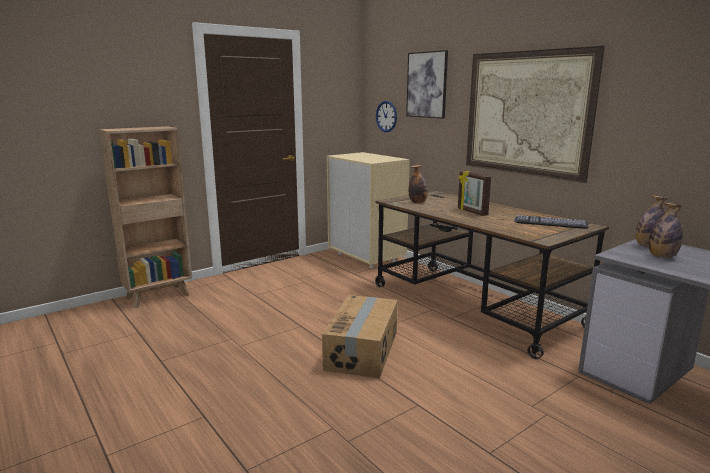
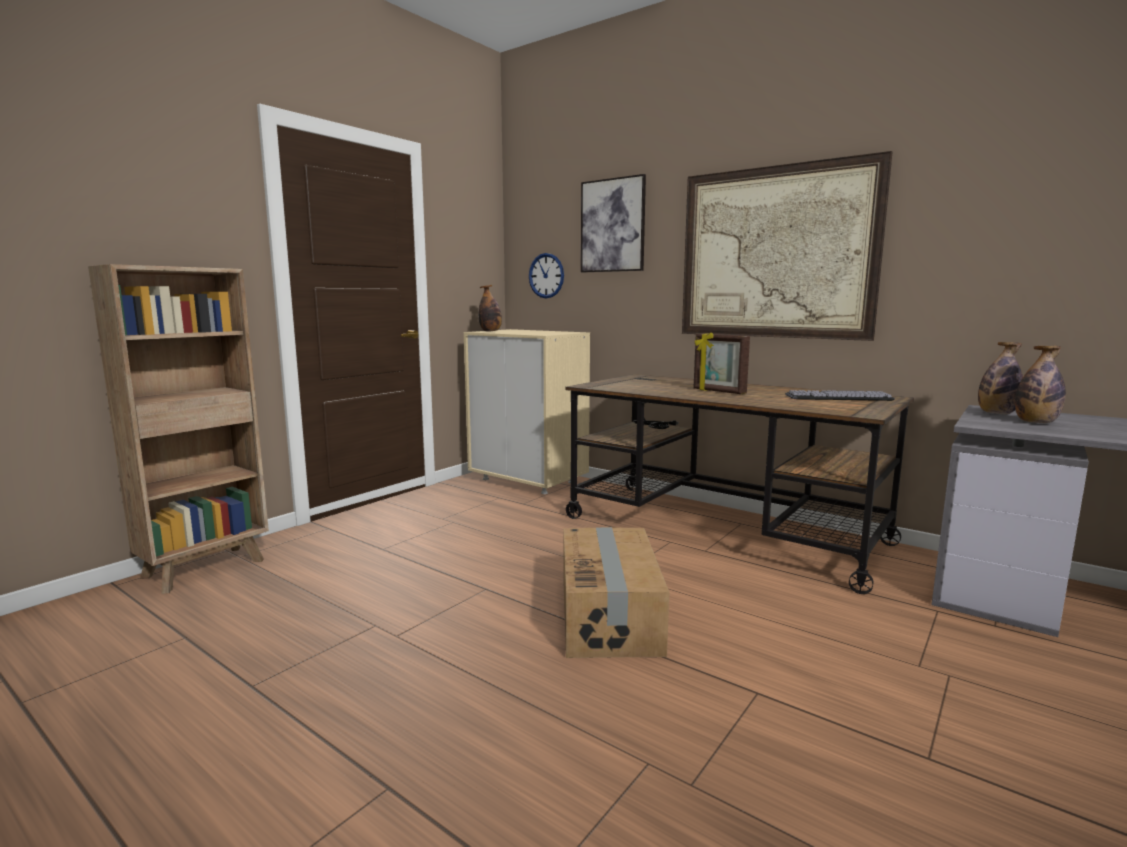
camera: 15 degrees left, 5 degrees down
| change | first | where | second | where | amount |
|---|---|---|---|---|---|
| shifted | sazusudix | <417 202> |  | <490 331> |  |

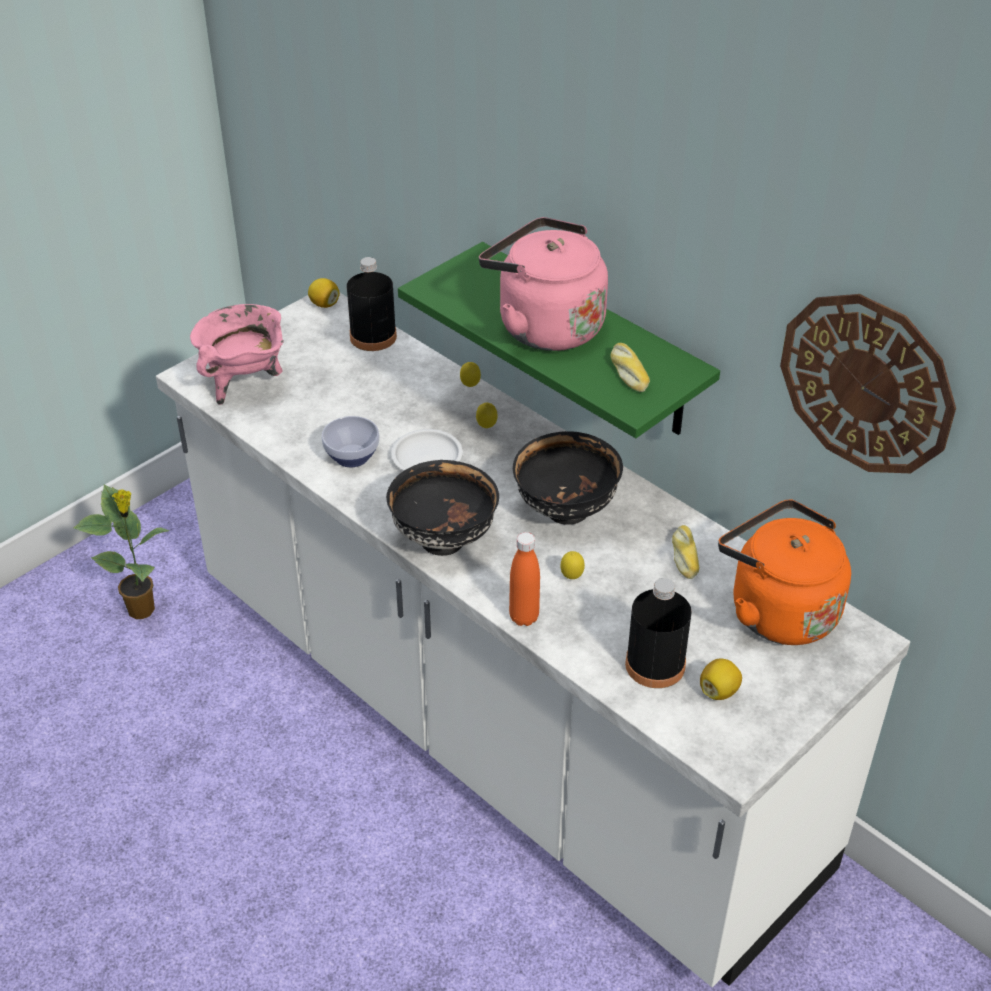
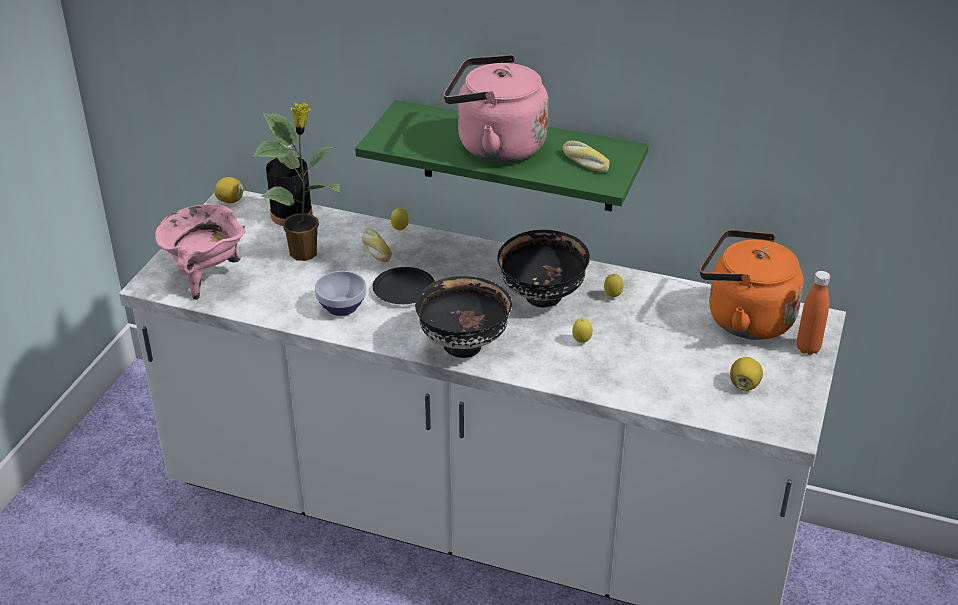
camera: 25 degrees left, 5 degrees down
| change | first | where | second | where | amount |
|---|---|---|---|---|---|
| gone | black sazusudix | <655 665> |  |  |  |
| gone | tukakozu | <866 383> |  |  |  |
| shifted | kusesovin | <143 610> |  | <306 253> |  |
| shifted | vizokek | <486 427> |  | <612 296> |  |
| shifted | orange sazusudix | <524 617> |  | <808 348> |  |
| shifted | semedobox | <683 556> |  | <375 250> |  |
| repainted | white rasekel | <426 457> | black rasekel | <404 290> |  |

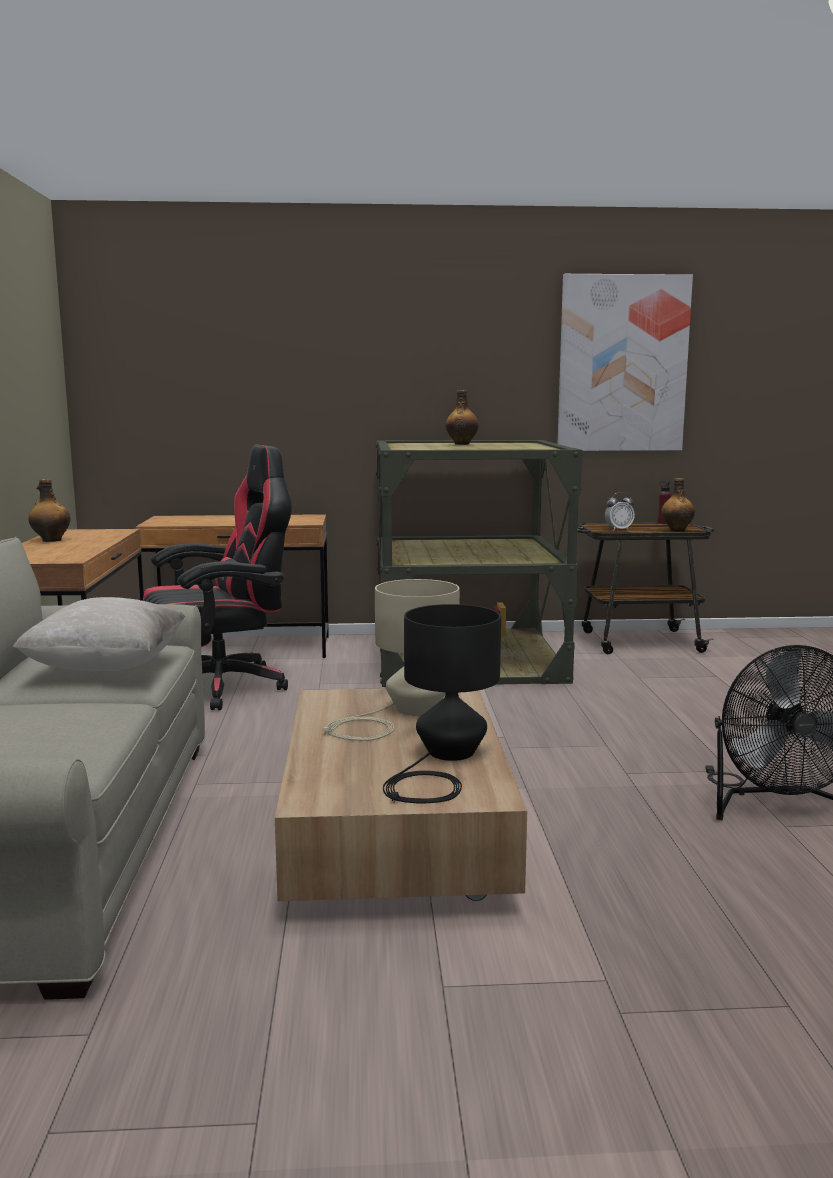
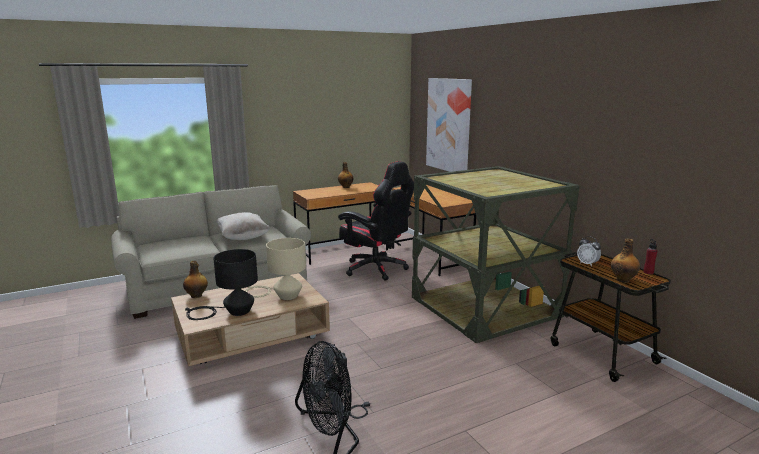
camera: 65 degrees right, 5 degrees up
| change | first | where | second | where | amount |
|---|---|---|---|---|---|
| shifted | sazusudix | <462 444> |  | <197 295> |  |
| shifted | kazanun | <622 364> |  | <449 125> |  |

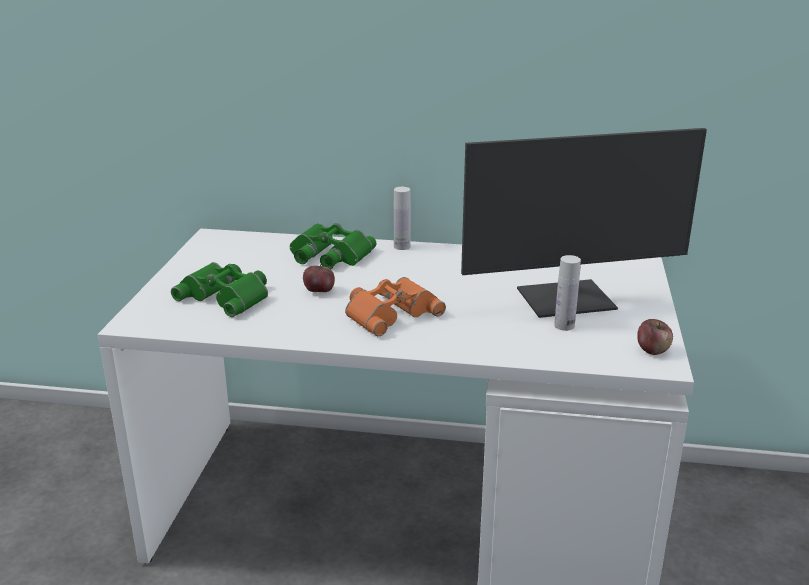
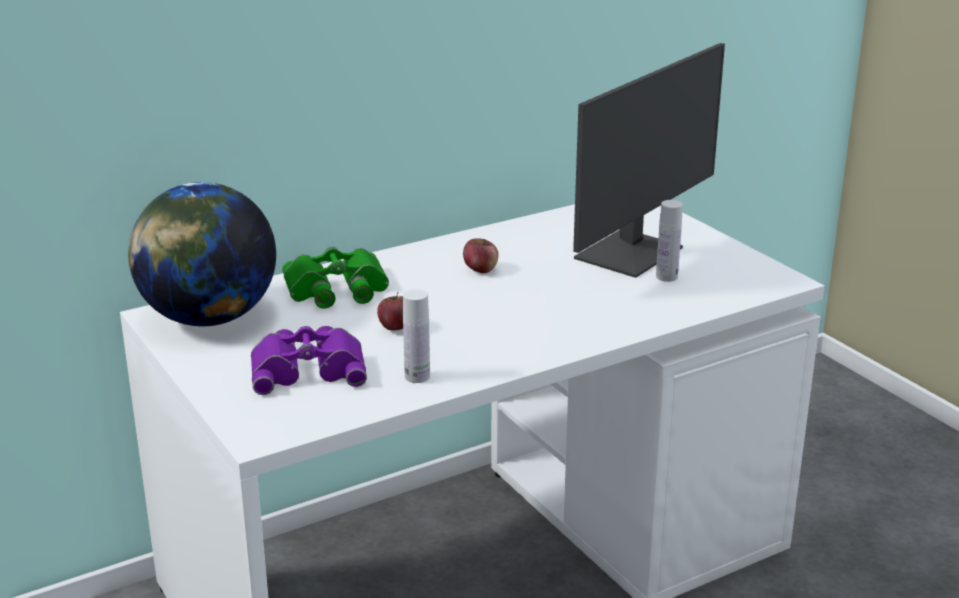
camera: 40 degrees left, 0 degrees up
| change | first | where | second | where | amount |
|---|---|---|---|---|---|
| gone | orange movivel | <390 312> |  |  |  |
| new |  |  | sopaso | <208 318> |  |
| shifted | white sazusudix | <402 246> |  | <417 376> |  |
| shifted | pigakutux | <652 350> |  | <481 270> |  |
| repainted | green movivel | <227 296> | purple movivel | <308 368> |  |

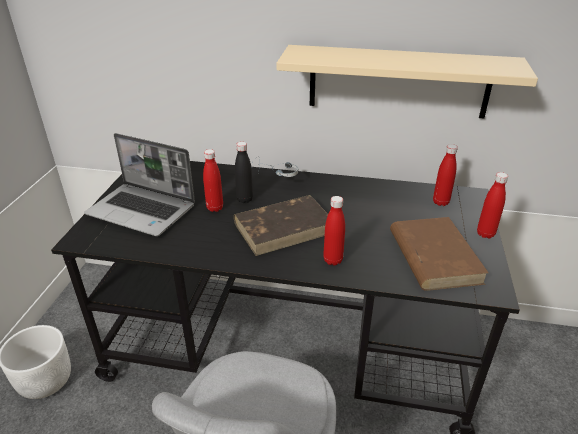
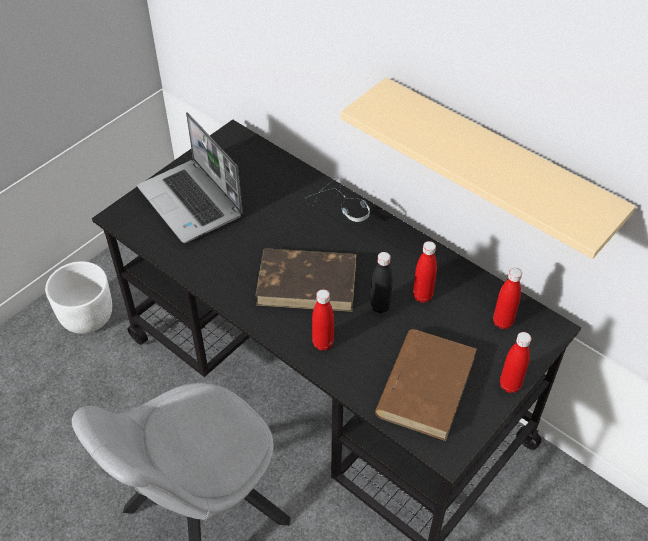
camera: 30 degrees right, 15 degrees up
| change | first | where | second | where | amount |
|---|---|---|---|---|---|
| shifted | red sazusudix | <215 208> |  | <422 296> |  |
| shifted | black sazusudix | <244 199> |  | <380 306> |  |

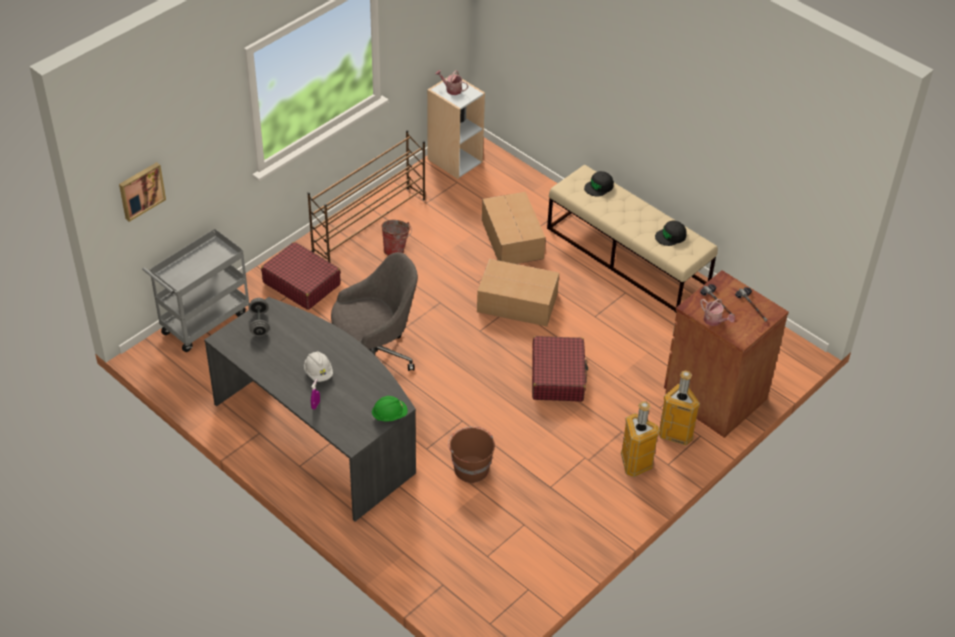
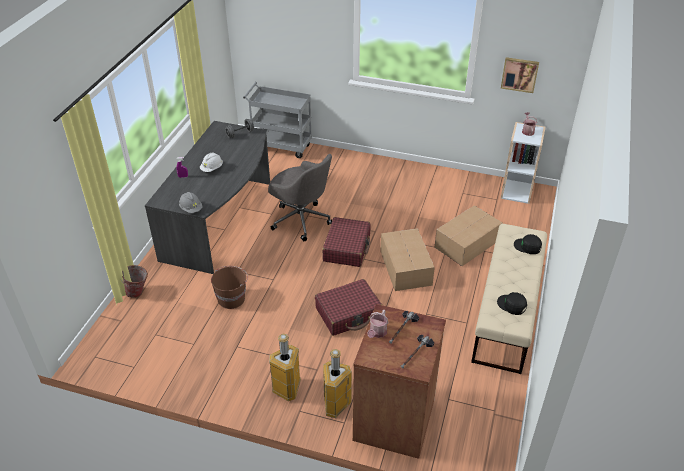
camera: 65 degrees right, 5 degrees down
| change | first | where | second | where | amount |
|---|---|---|---|---|---|
| gone | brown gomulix | <370 224> |  |  |  |
| shifted | kazanun | <141 190> |  | <519 74> |  |
| shifted | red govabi | <301 283> |  | <347 248> |  |
| shifted | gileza | <396 250> |  | <138 293> |  |
| repainted | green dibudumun | <389 415> | grey dibudumun | <191 208> |  |

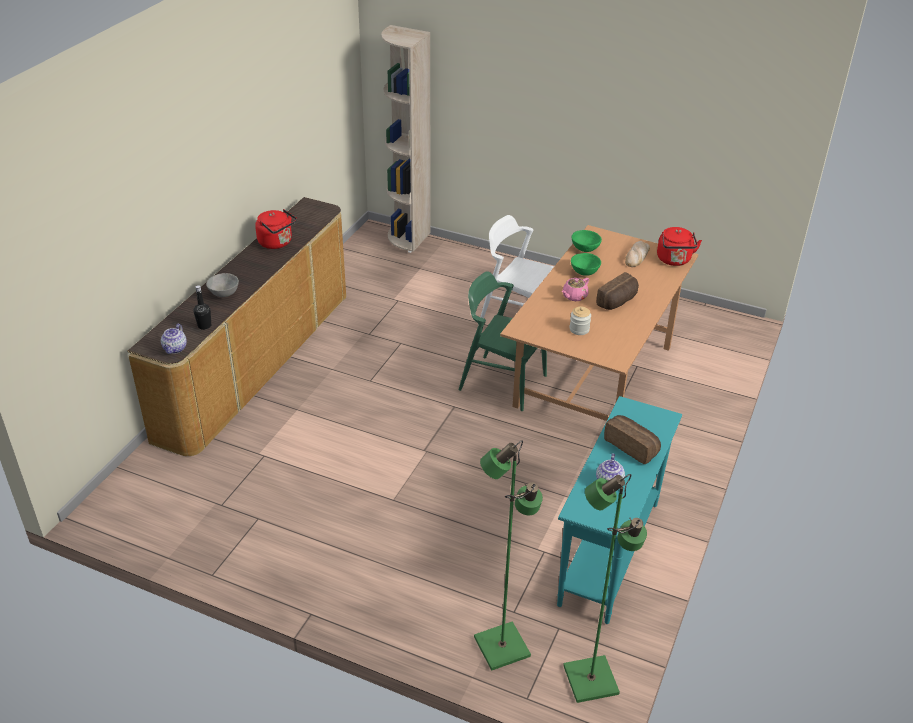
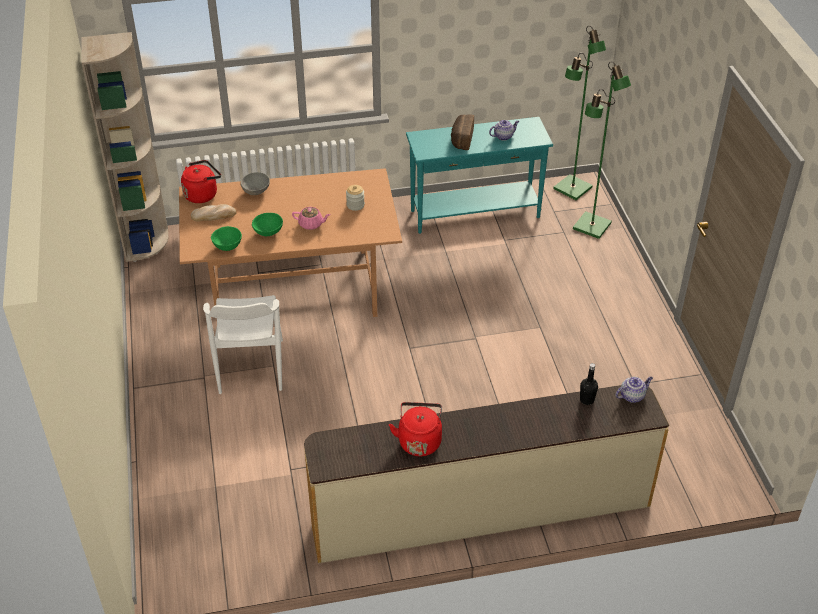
camera: 125 degrees left, 5 degrees up
| change | first | where | second | where | amount |
|---|---|---|---|---|---|
| gone | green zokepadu | <502 382> |  |  |  |
| gone | semedobox | <618 301> |  |  |  |
| shifted | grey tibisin | <223 294> |  | <256 192> |  |
| shifted | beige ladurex | <406 242> |  | <146 249> |  |

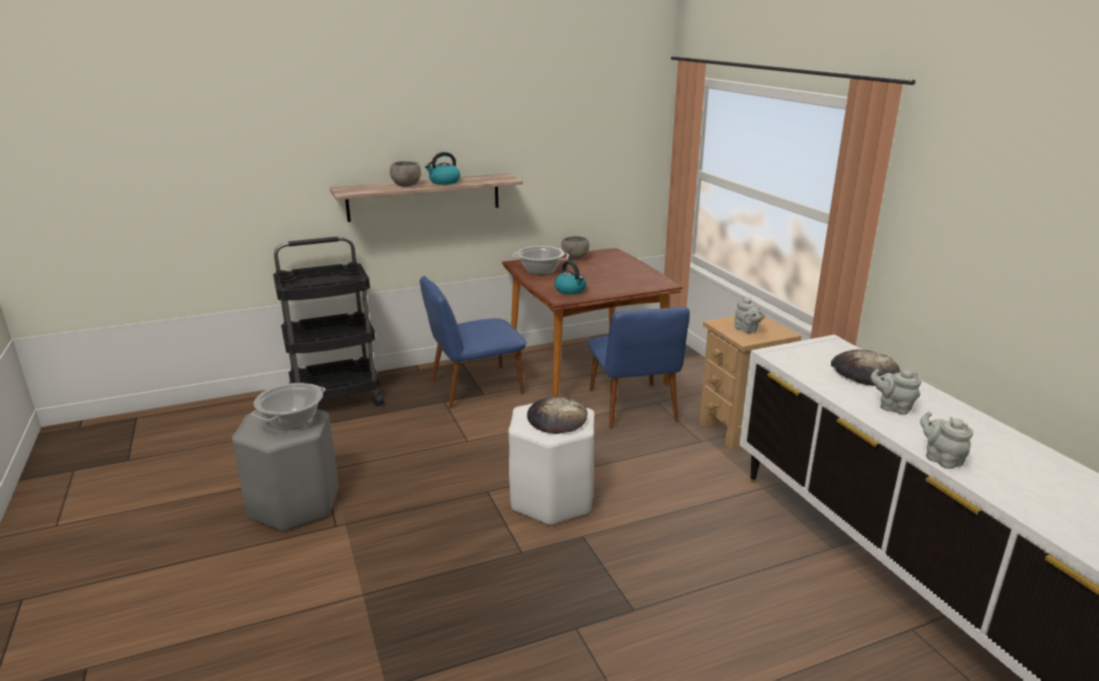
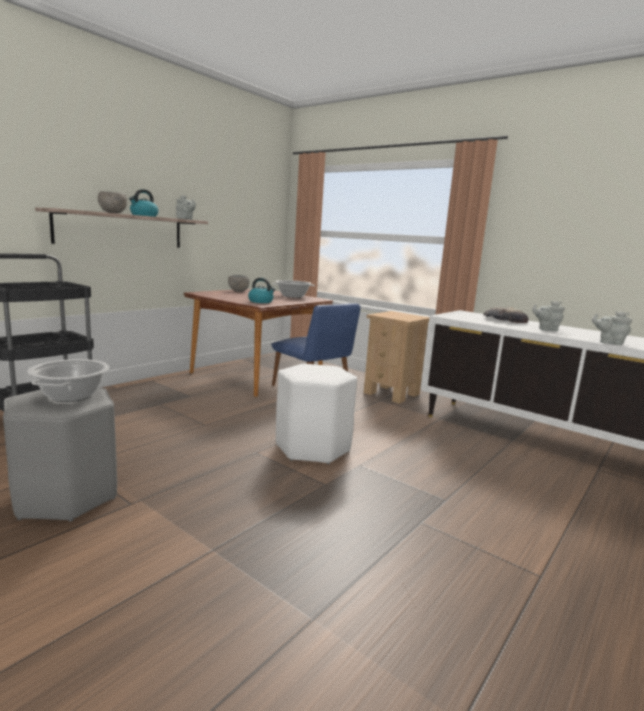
camera: 30 degrees left, 10 degrees down
| change | first | where | second | where | amount |
|---|---|---|---|---|---|
| gone | blue zokepadu | <476 386> |  |  |  |
| gone | semedobox | <557 419> |  |  |  |
| shifted | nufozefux | <540 271> |  | <292 296> |  |
| shifted | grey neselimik | <747 330> |  | <185 219> |  |

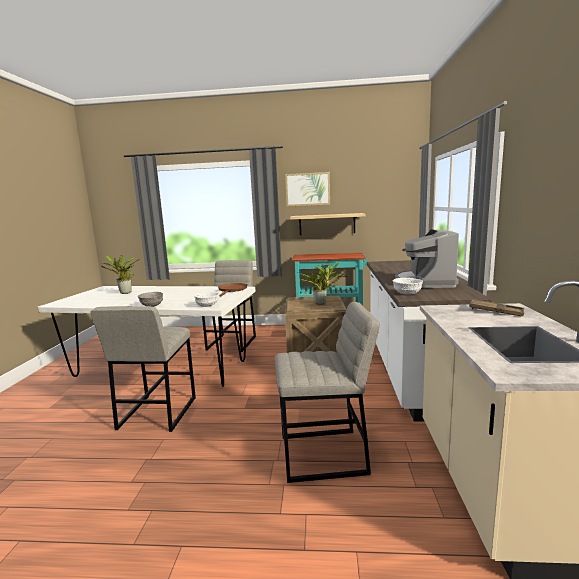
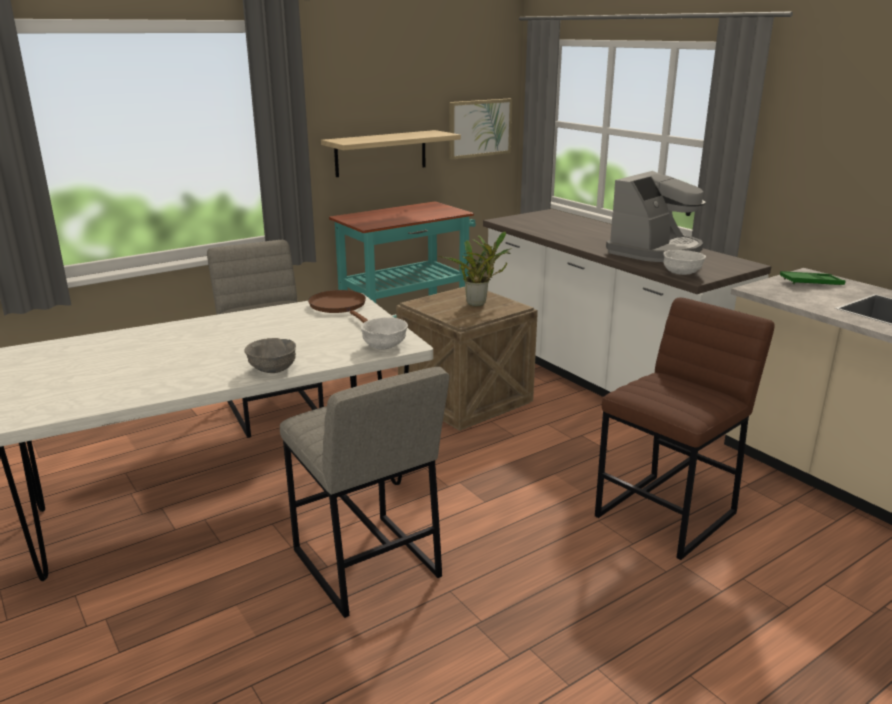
camera: 40 degrees left, 10 degrees up
| change | first | where | second | where | amount |
|---|---|---|---|---|---|
| gone | kusesovin | <125 293> |  |  |  |
| shifted | kazanun | <307 189> |  | <479 128> |  |
| repainted | grey zokepadu | <325 454> | brown zokepadu | <667 513> |  |
| repainted | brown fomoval | <495 311> | green fomoval | <811 283> |  |
| rotated | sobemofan | <425 282> |  | <655 251> | 105 degrees counterclockwise |

